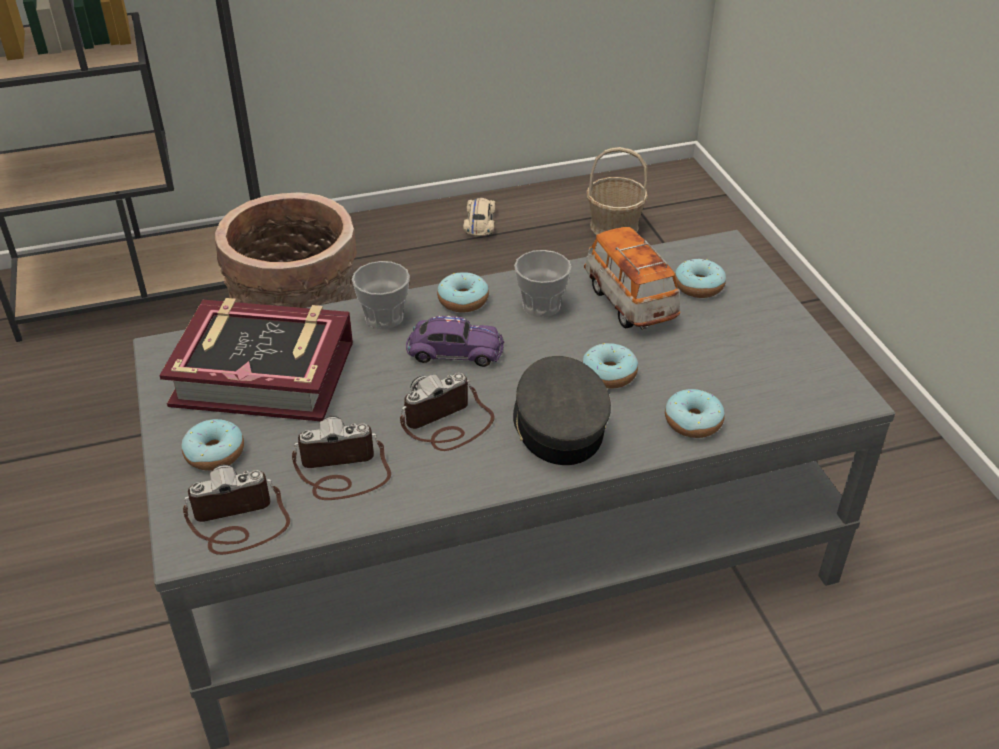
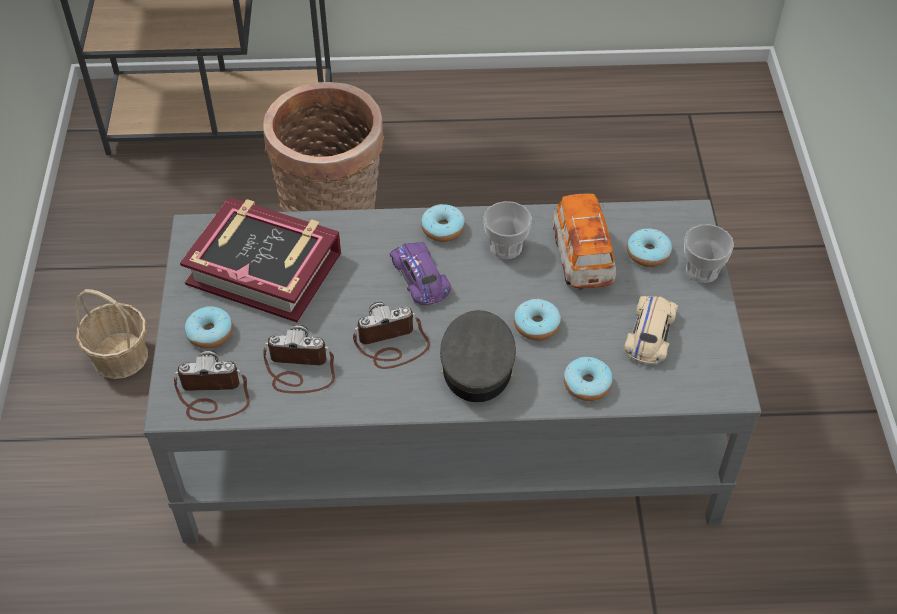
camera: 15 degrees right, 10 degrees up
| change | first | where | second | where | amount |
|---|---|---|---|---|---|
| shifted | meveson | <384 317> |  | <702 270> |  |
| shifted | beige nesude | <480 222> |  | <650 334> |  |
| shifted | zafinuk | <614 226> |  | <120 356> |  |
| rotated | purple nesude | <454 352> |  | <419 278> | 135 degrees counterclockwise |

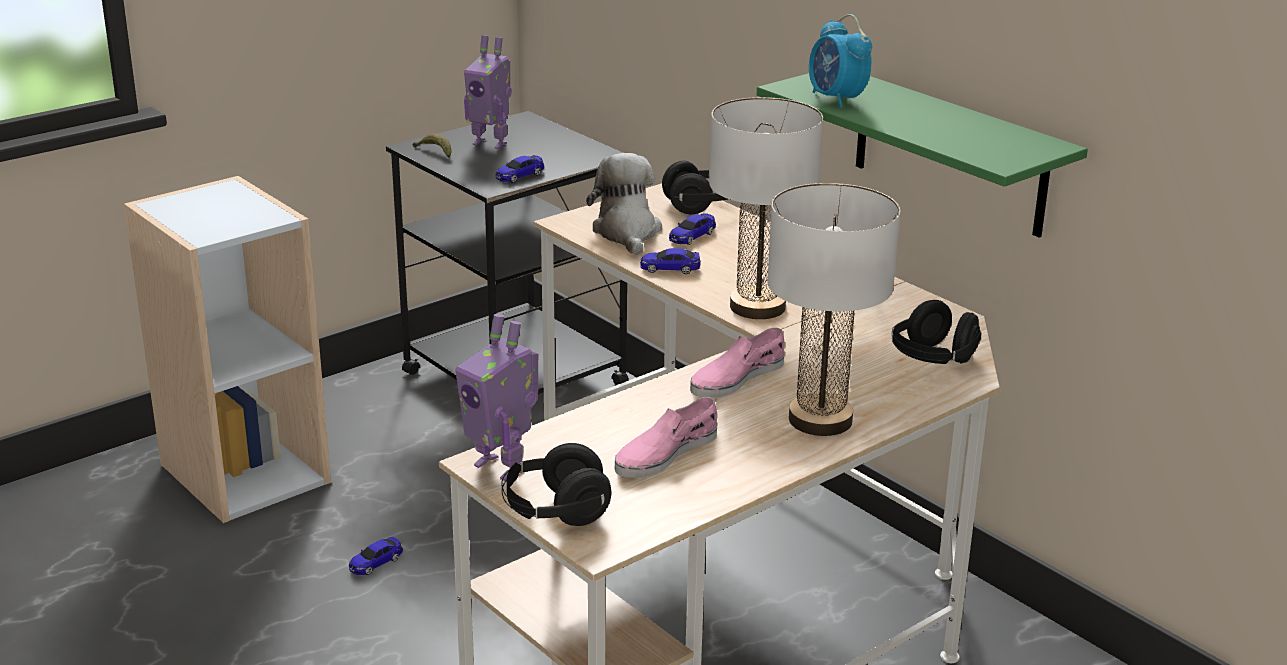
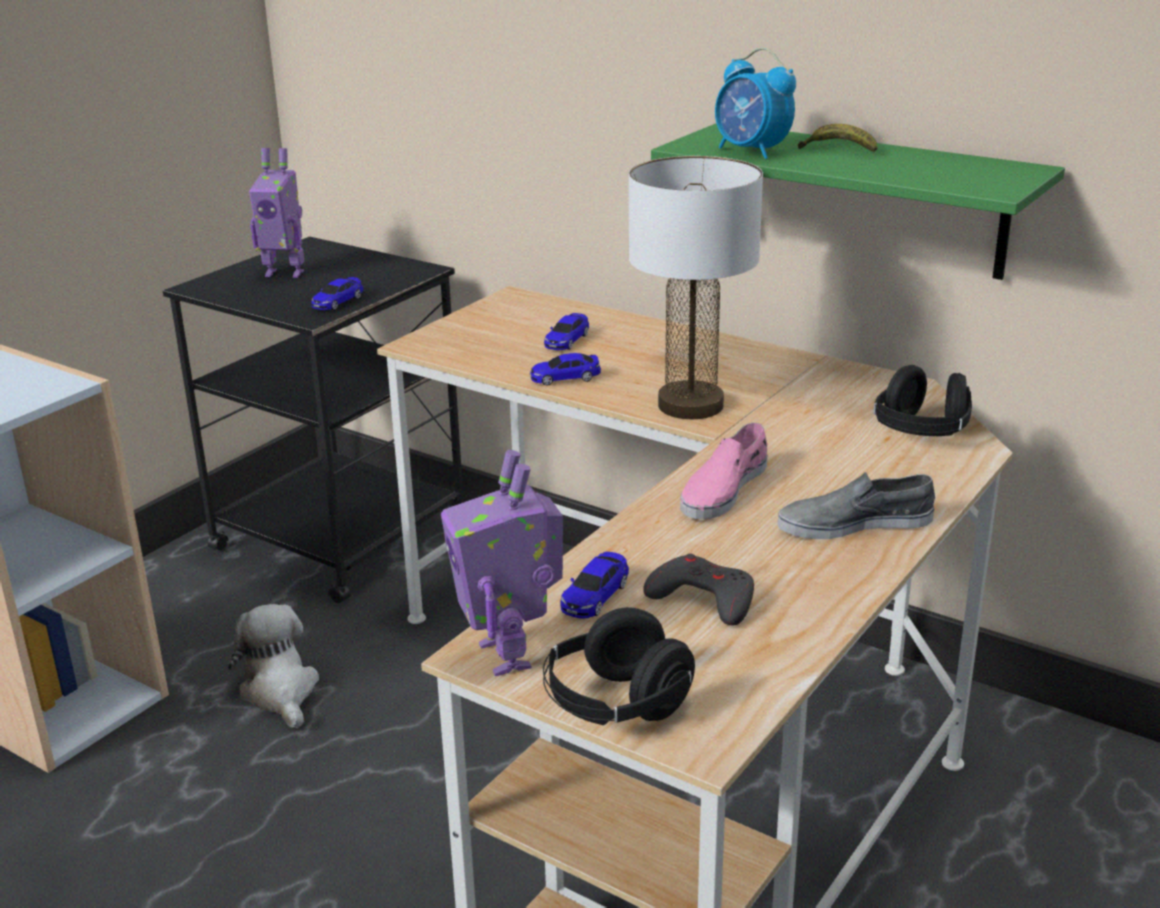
camera: 15 degrees left, 0 degrees up
| change | first | where | second | where | amount |
|---|---|---|---|---|---|
| gone | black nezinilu | <700 205> |  |  |  |
| shifted | nesude | <375 562> |  | <595 596> |  |
| shifted | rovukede | <435 152> |  | <838 150> |  |
| shifted | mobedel | <627 233> |  | <280 692> |  |
| swapped | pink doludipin | <665 453> | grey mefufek | <703 598> |  |
| swapped | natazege | <821 420> | grey doludipin | <854 523> |  |
| rotated | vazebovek | <501 466> |  | <509 655> | 45 degrees clockwise |

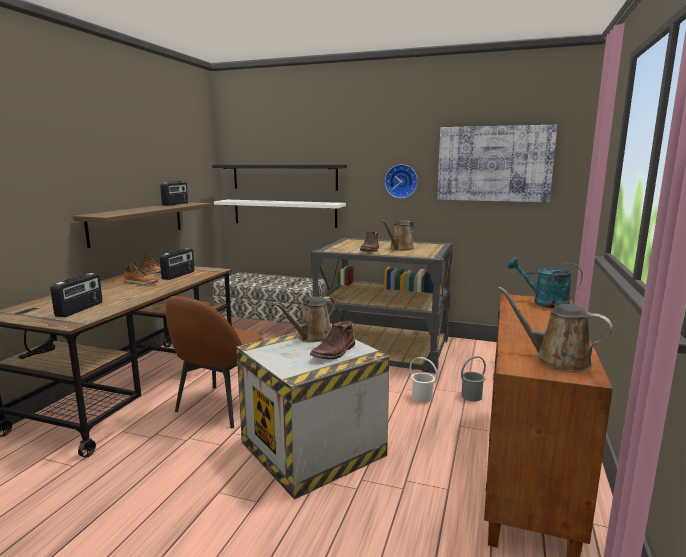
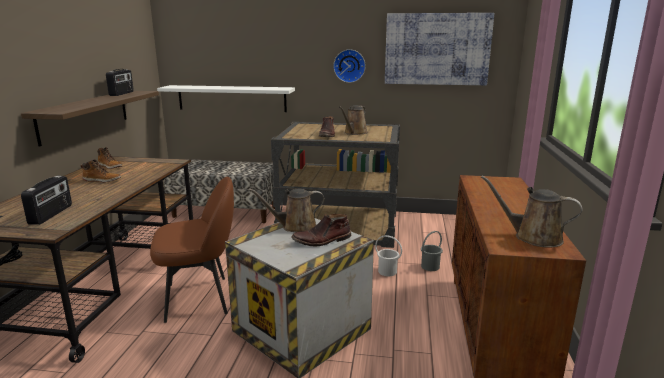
camera: 10 degrees left, 5 degrees up
| change | first | where | second | where | amount |
|---|---|---|---|---|---|
| gone | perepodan | <179 275> |  |  |  |
| gone | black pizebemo | <284 177> |  |  |  |
| gone | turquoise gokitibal | <544 303> |  |  |  |
| rotated | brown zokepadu | <220 407> |  | <199 298> | 120 degrees counterclockwise |
| rotated | brown gokitibal | <312 337> |  | <295 227> | 45 degrees clockwise |
| rotated | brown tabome | <334 352> |  | <322 240> | 45 degrees clockwise |

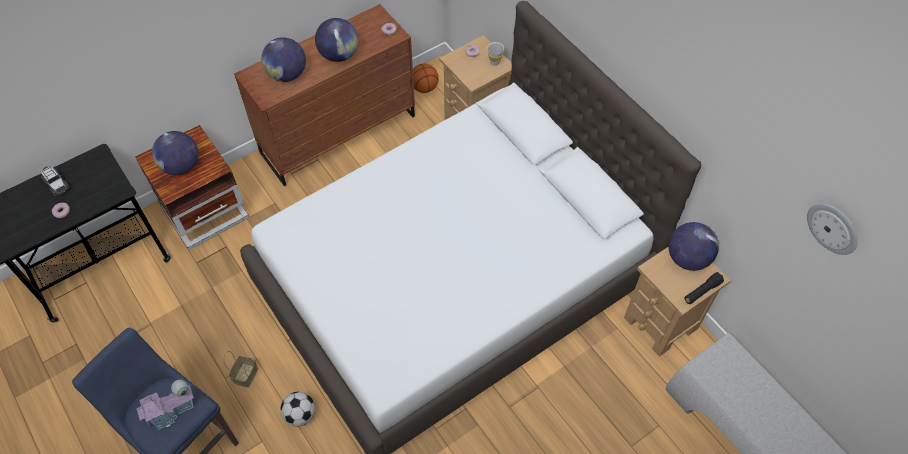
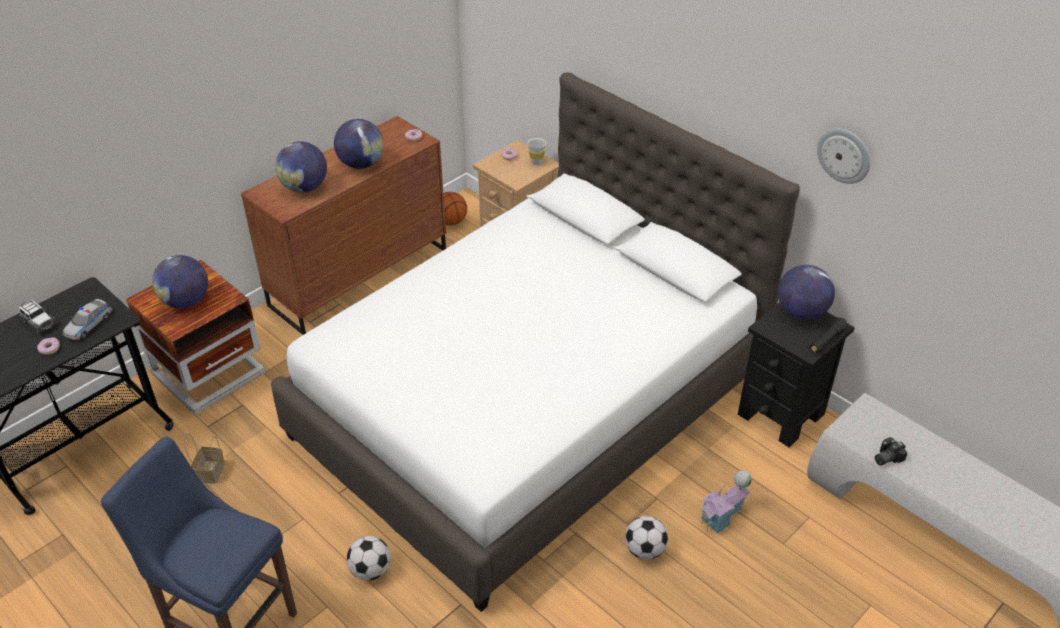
camera: 10 degrees left, 15 degrees down
| change | first | where | second | where | amount |
|---|---|---|---|---|---|
| new |  |  | nesude | <88 324> |  |
| new |  |  | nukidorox | <644 550> |  |
| new |  |  | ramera | <885 457> |  |
| shifted | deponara | <172 412> |  | <723 516> |  |
| shifted | zafinuk | <245 374> |  | <210 471> |  |
| shifted | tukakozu | <833 228> |  | <844 155> |  |
| repainted | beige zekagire | <660 324> | black zekagire | <781 415> |  |

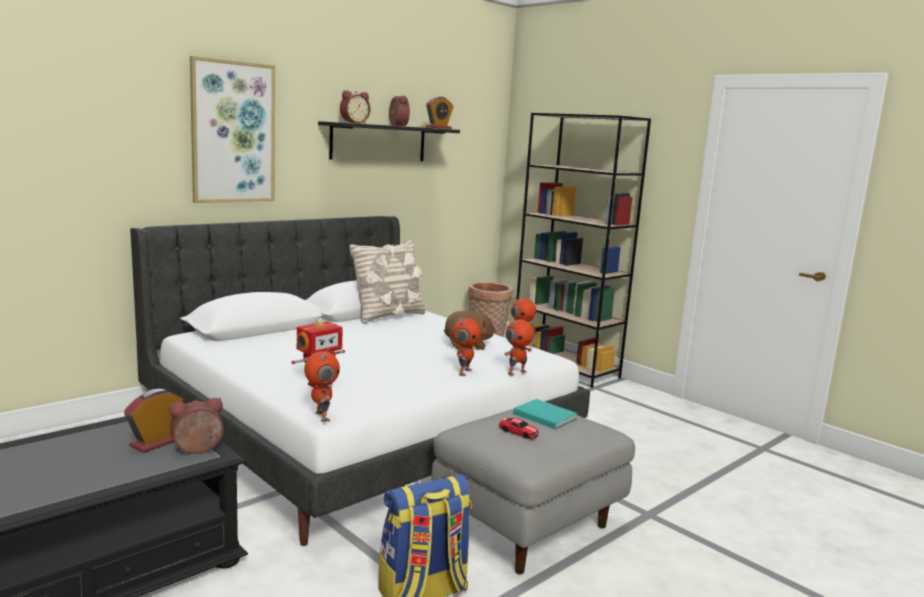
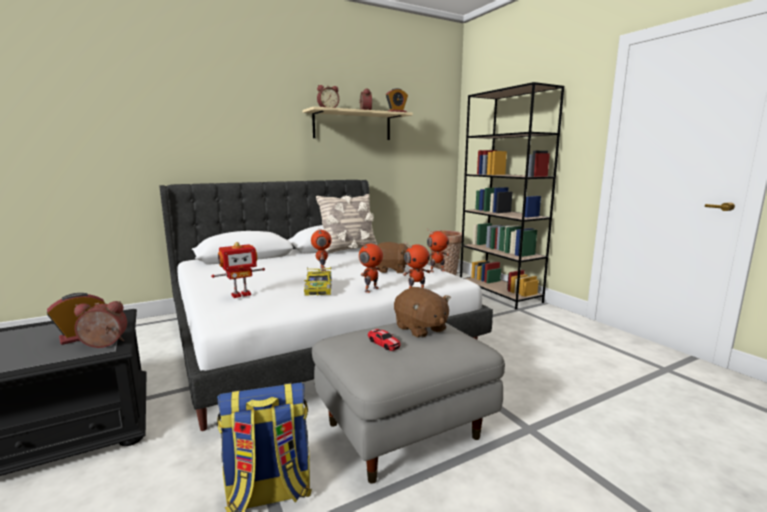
camera: 15 degrees right, 0 degrees up
| change | first | where | second | where | amount |
|---|---|---|---|---|---|
| gone | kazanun | <233 132> |  |  |  |
| new |  |  | nesude | <319 288> |  |
| shifted | vazebovek | <320 416> |  | <322 269> |  |
| swapped | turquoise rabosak | <544 416> | brown mobedel | <420 329> |  |
| repainted | black pizebemo | <378 142> | beige pizebemo | <352 126> |  |

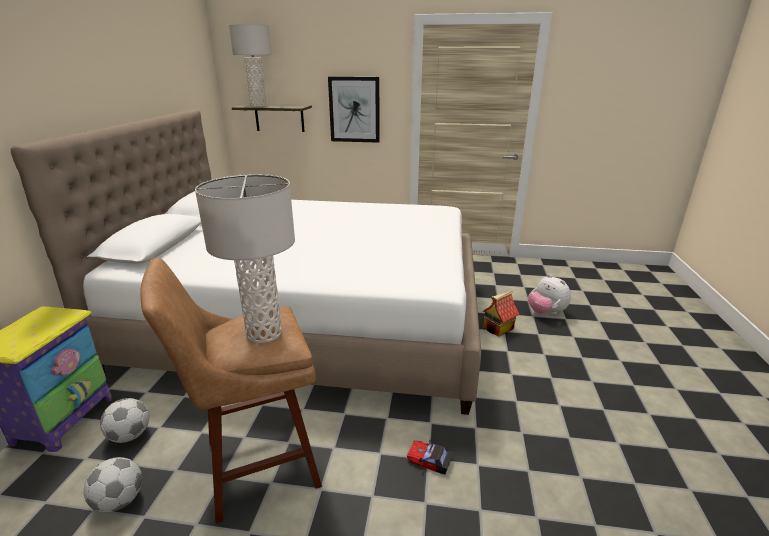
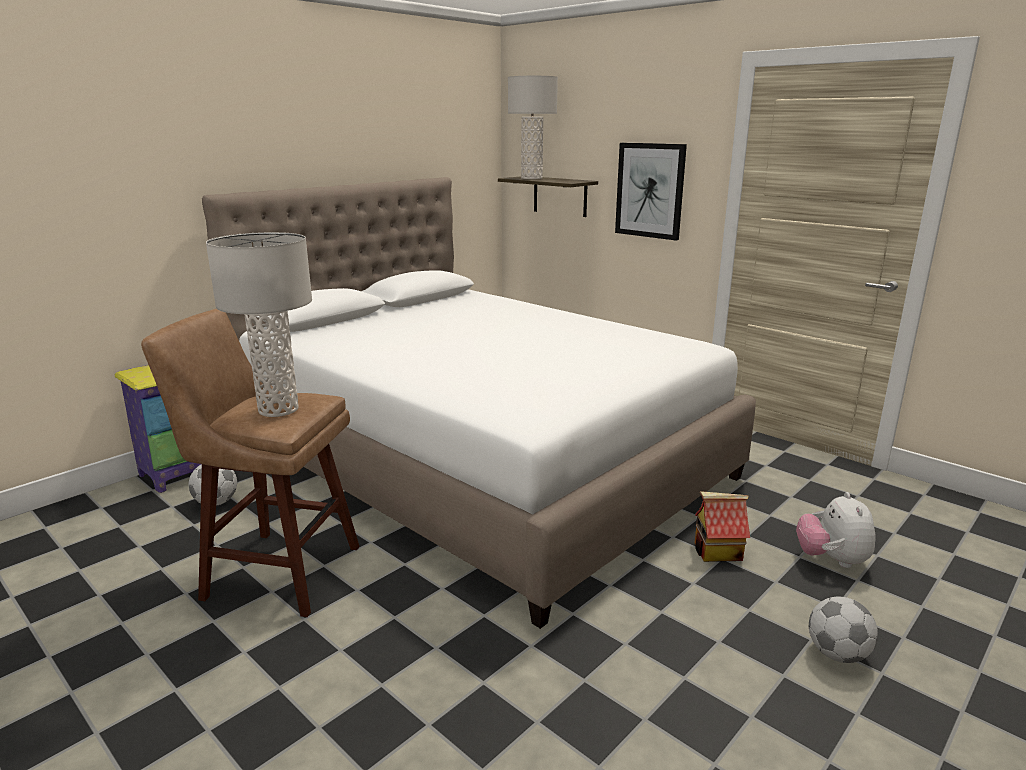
camera: 35 degrees right, 5 degrees down
| change | first | where | second | where | amount |
|---|---|---|---|---|---|
| gone | nesude | <429 460> |  |  |  |
| shifted | nukidorox | <119 501> |  | <837 654> |  |

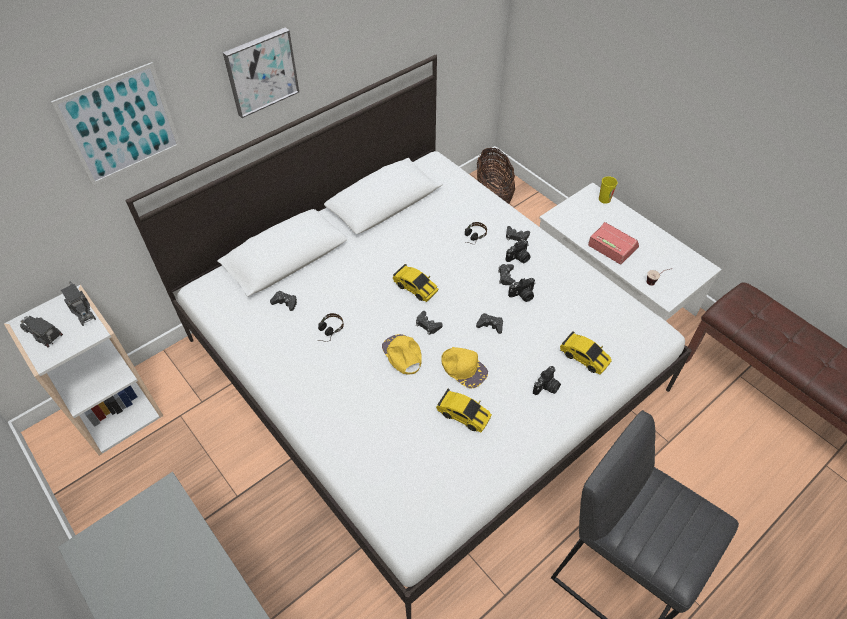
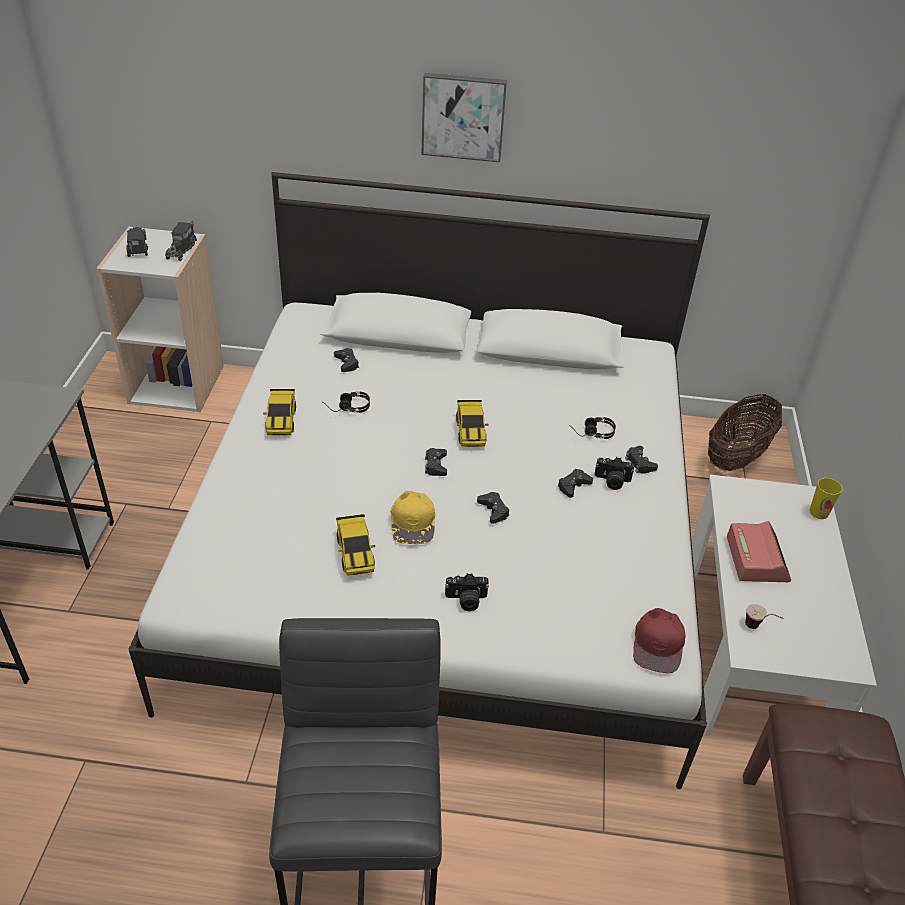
camera: 45 degrees right, 10 degrees down
| change | first | where | second | where | amount |
|---|---|---|---|---|---|
| gone | kazanun | <121 125> |  |  |  |
| gone | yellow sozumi | <402 355> |  |  |  |
| gone | ramera | <522 295> |  |  |  |
| new |  |  | red sozumi | <659 643> |  |
| shifted | nesude | <584 357> |  | <281 420> |  |

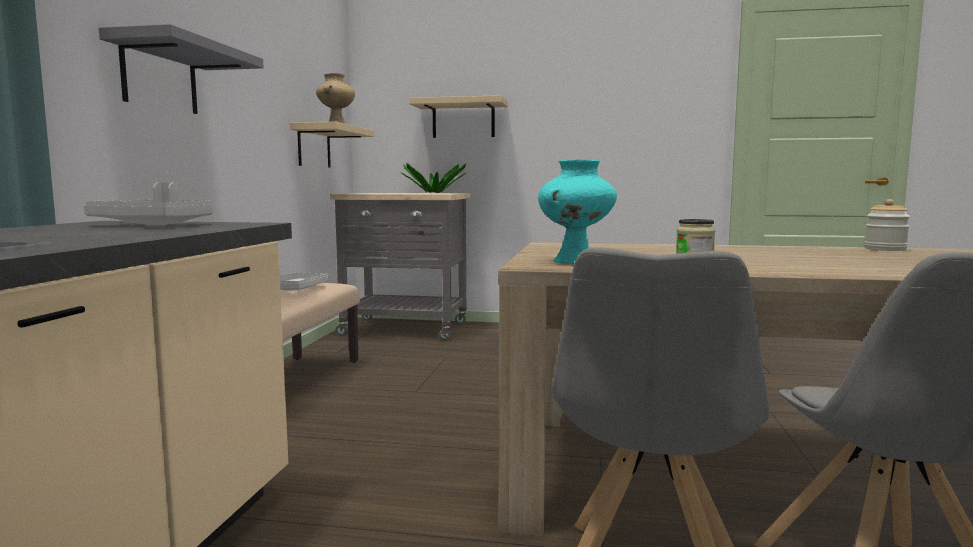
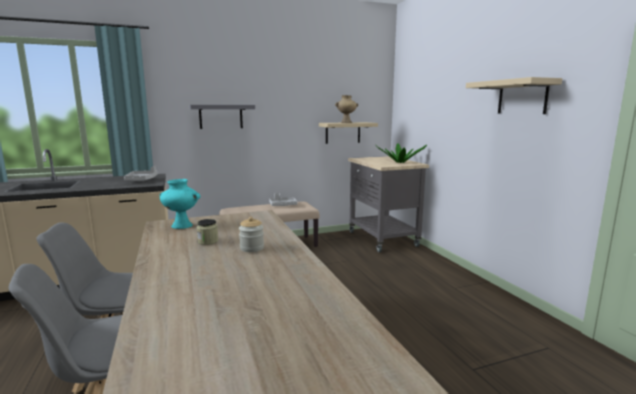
camera: 60 degrees right, 5 degrees up
| change | first | where | second | where | amount |
|---|---|---|---|---|---|
| shifted | beige pizebemo | <463 119> |  | <522 97> |  |
| shifted | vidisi | <885 249> |  | <252 248> |  |

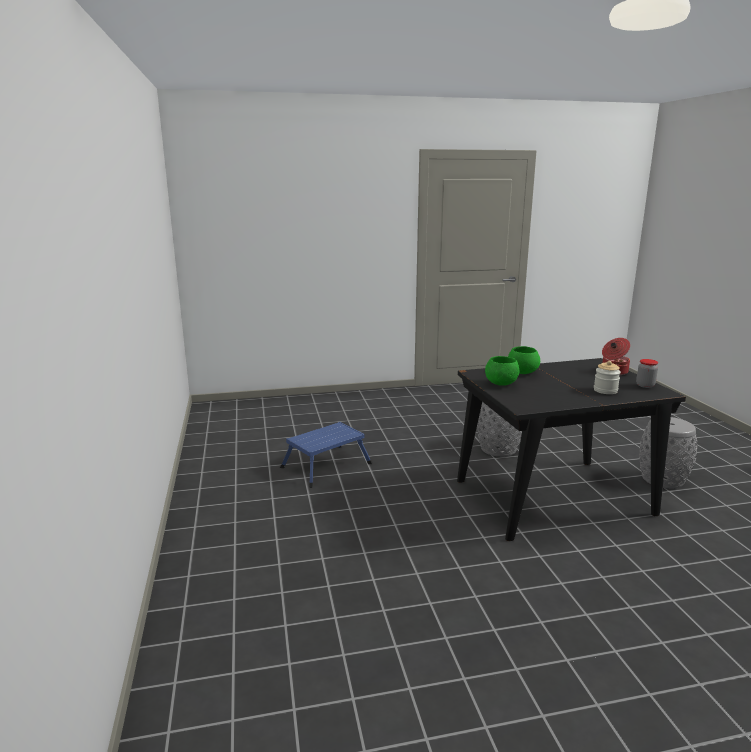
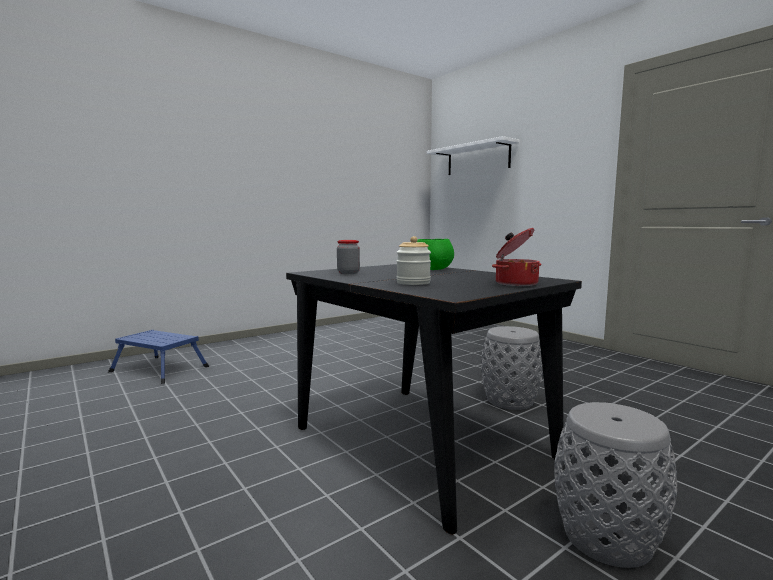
camera: 65 degrees right, 10 degrees down
| change | first | where | second | where | amount |
|---|---|---|---|---|---|
| gone | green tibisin | <500 384> |  |  |  |
| new |  |  | white pizebemo | <478 159> |  |
| shifted | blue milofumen | <327 465> |  | <160 369> |  |
| shifted | vidisi | <645 385> |  | <348 273> |  |

